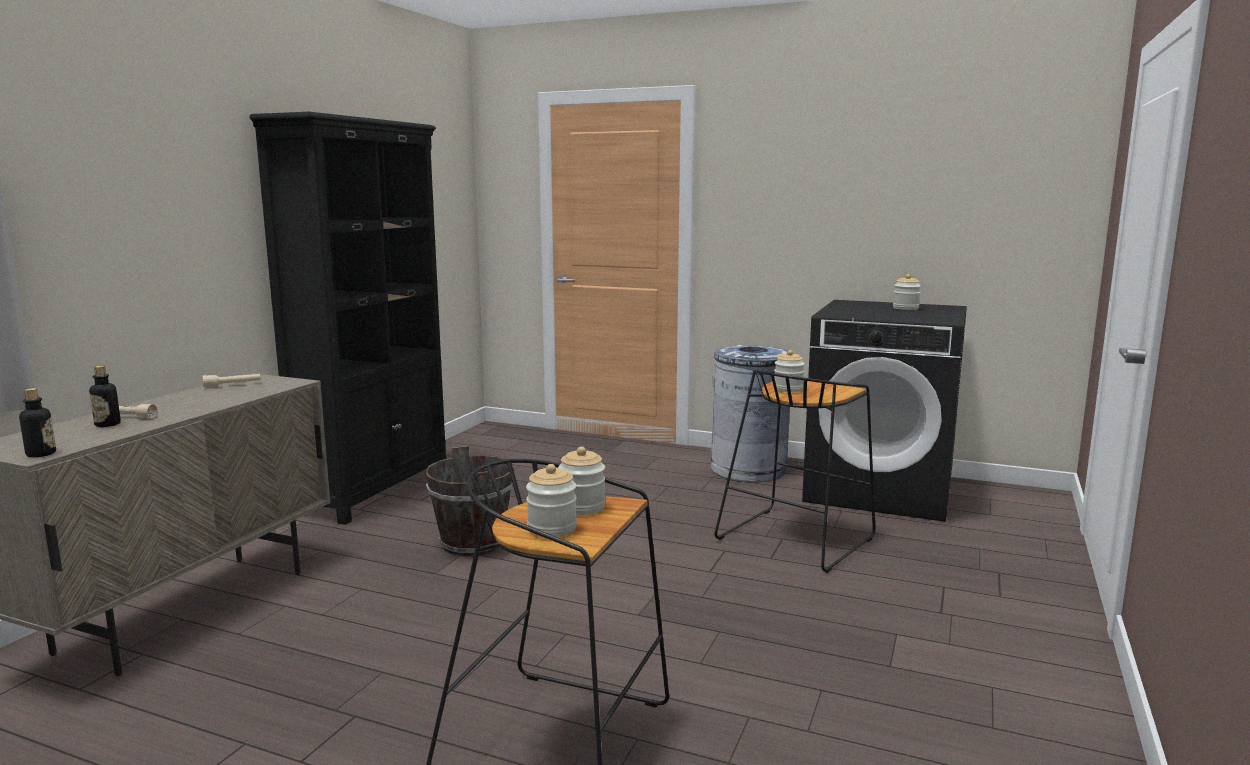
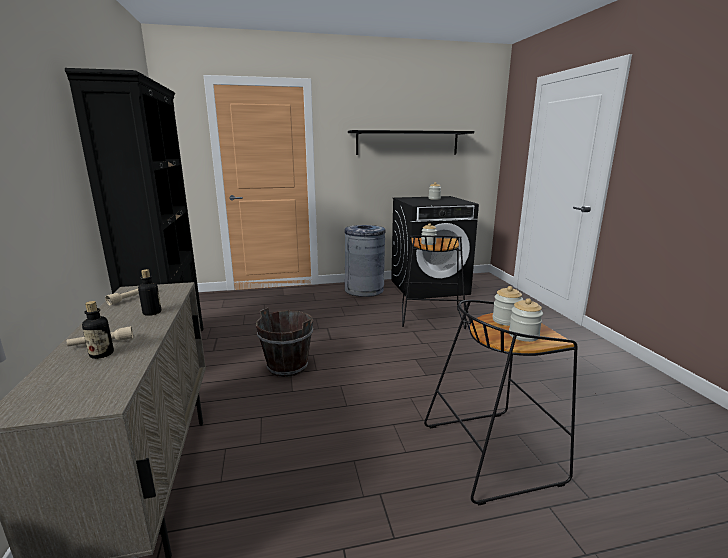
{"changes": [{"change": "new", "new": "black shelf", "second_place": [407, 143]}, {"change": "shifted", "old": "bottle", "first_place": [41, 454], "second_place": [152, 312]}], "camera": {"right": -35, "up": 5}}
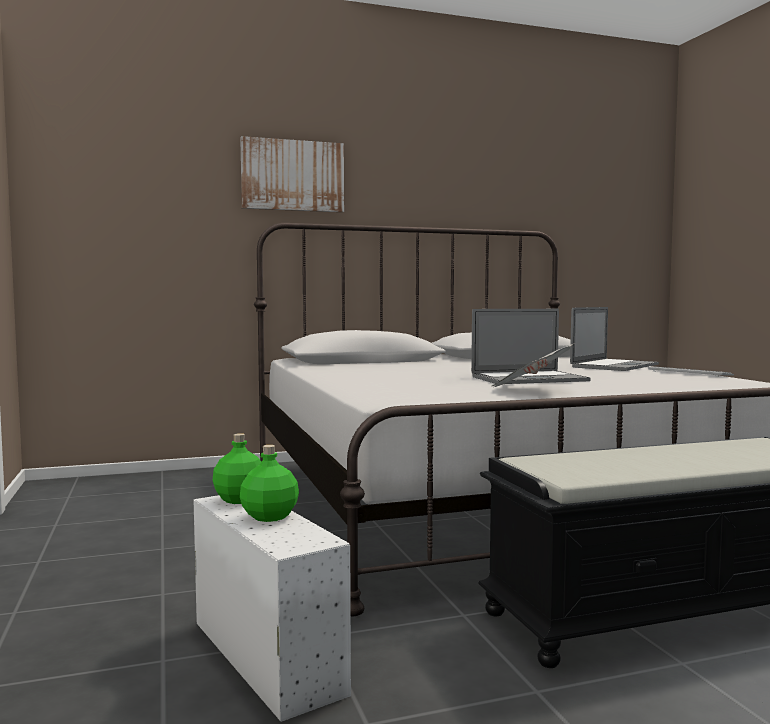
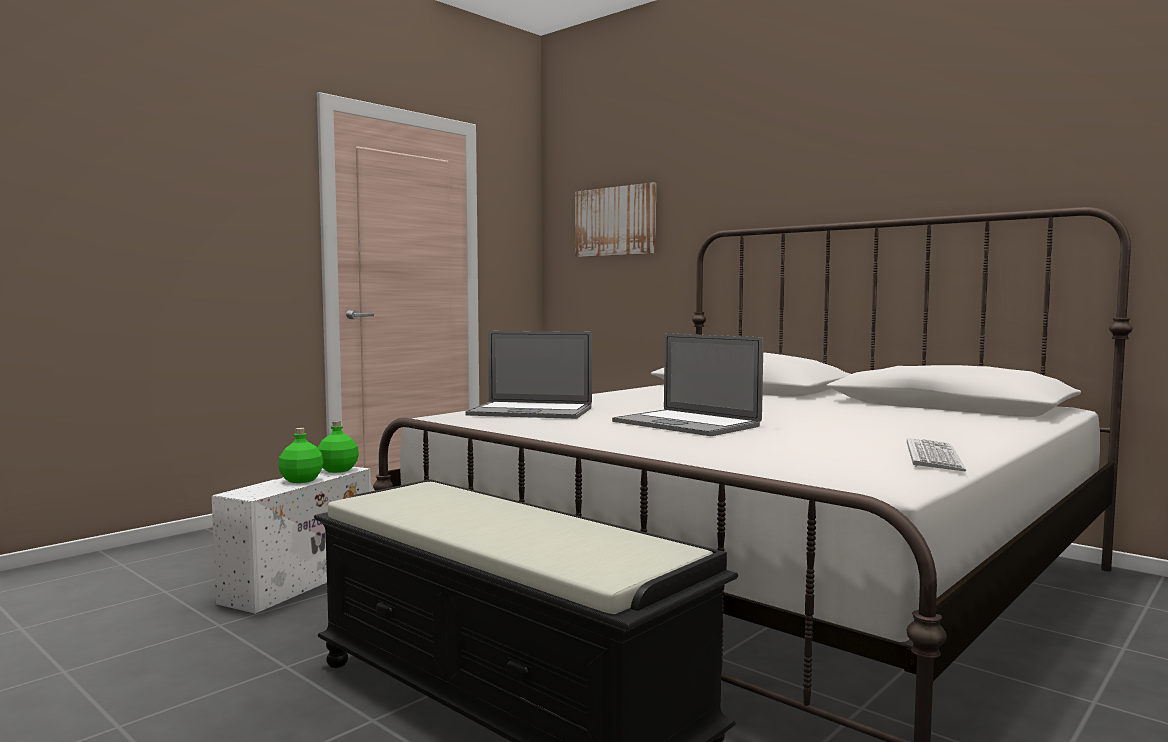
{"changes": [{"change": "gone", "old": "newspaper", "first_place": [529, 390]}, {"change": "shifted", "old": "picture", "first_place": [292, 175], "second_place": [615, 221]}, {"change": "shifted", "old": "laptop", "first_place": [614, 366], "second_place": [530, 412]}], "camera": {"right": 60, "up": 0}}
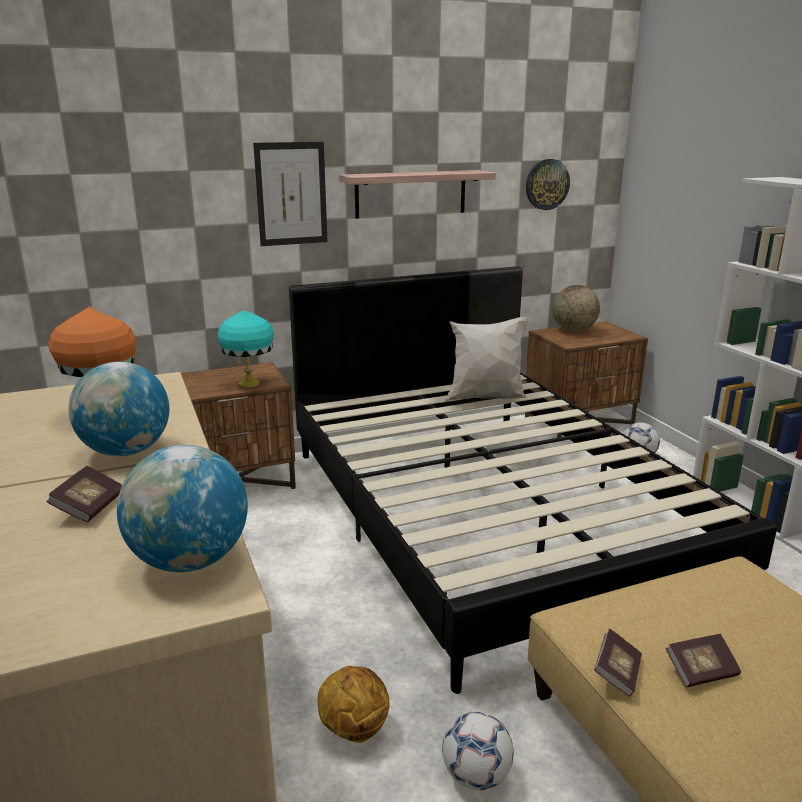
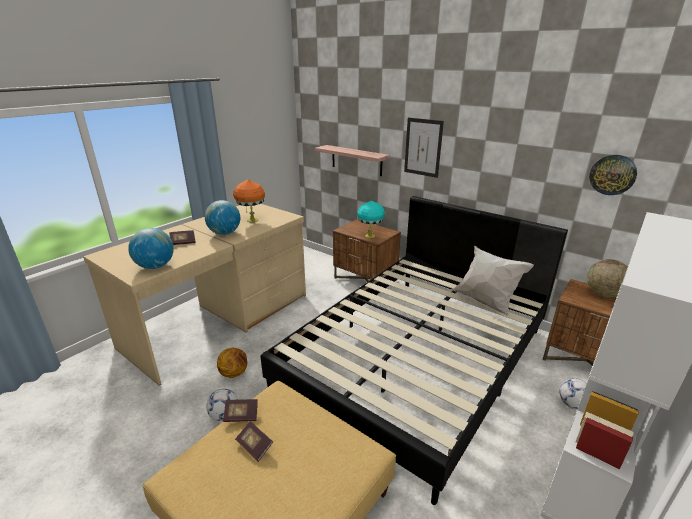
{"changes": [{"change": "shifted", "old": "shelf", "first_place": [411, 194], "second_place": [356, 160]}], "camera": {"right": 60, "up": 5}}
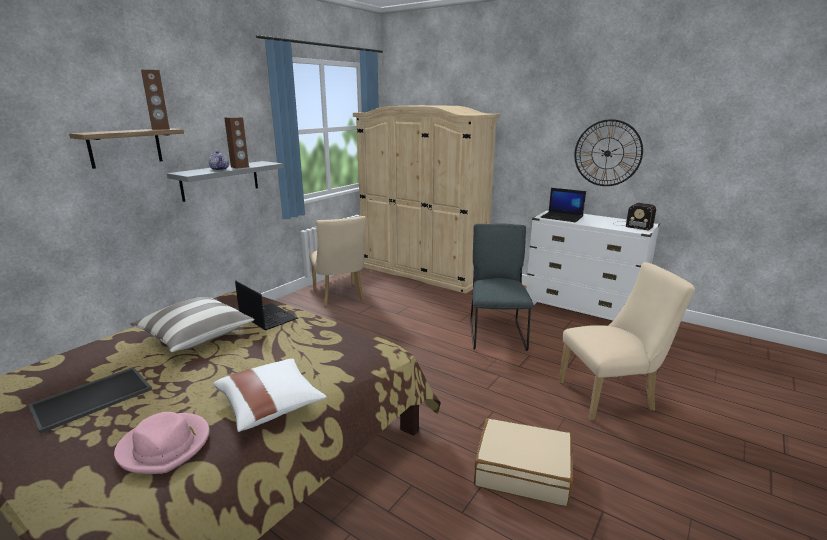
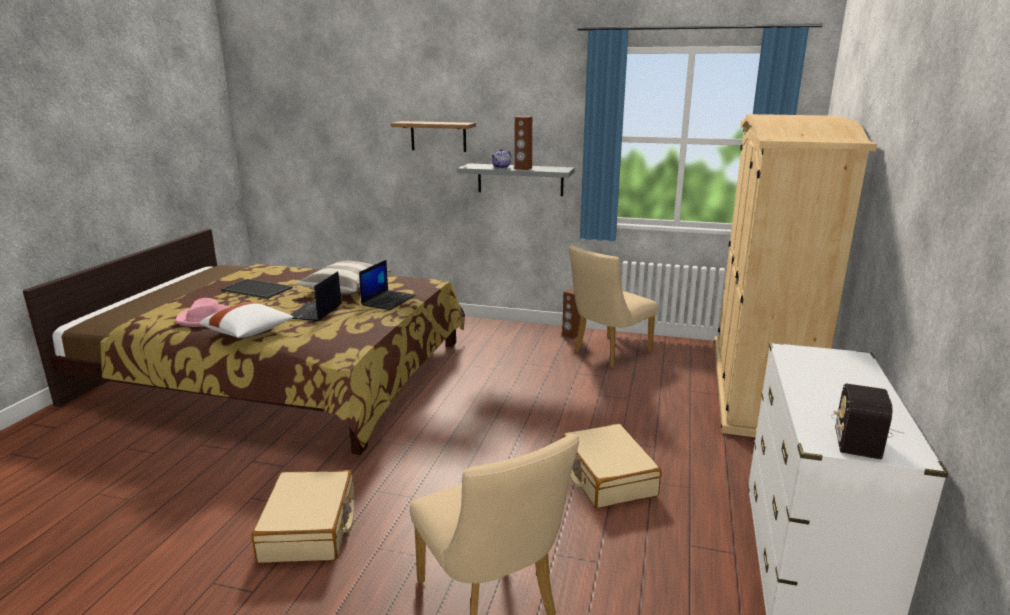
{"changes": [{"change": "gone", "old": "wall clock", "first_place": [607, 153]}, {"change": "shifted", "old": "brown speaker", "first_place": [160, 129], "second_place": [570, 335]}, {"change": "shifted", "old": "laptop", "first_place": [562, 217], "second_place": [315, 312]}, {"change": "swapped", "old": "grey chair", "new": "beige suitcase", "first_place": [496, 334], "second_place": [607, 477]}], "camera": {"right": 70, "up": 0}}
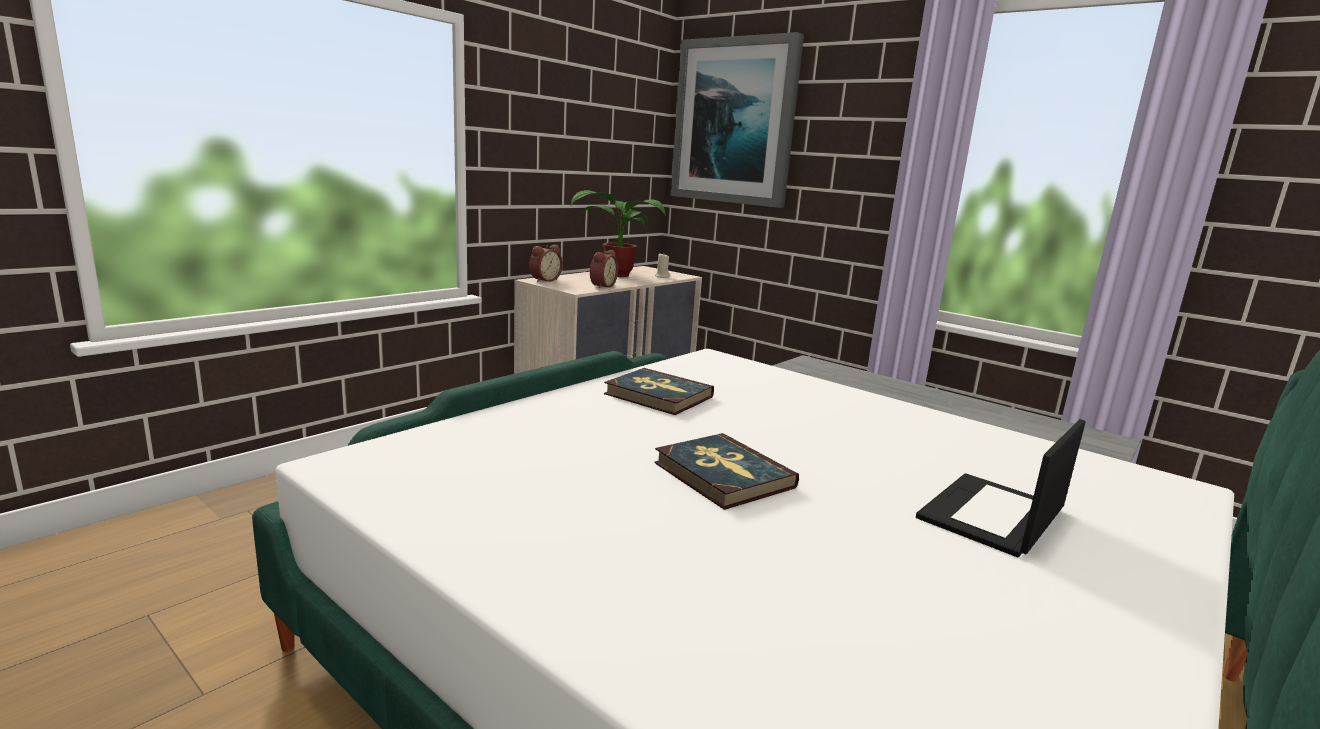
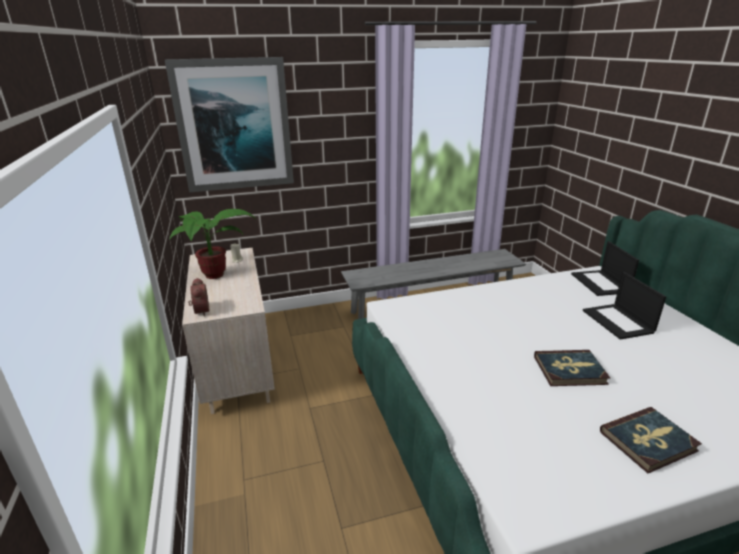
{"changes": [{"change": "gone", "old": "alarm clock", "first_place": [601, 286]}, {"change": "new", "new": "laptop", "second_place": [600, 283]}, {"change": "shifted", "old": "book", "first_place": [658, 395], "second_place": [648, 441]}], "camera": {"right": -55, "up": 10}}
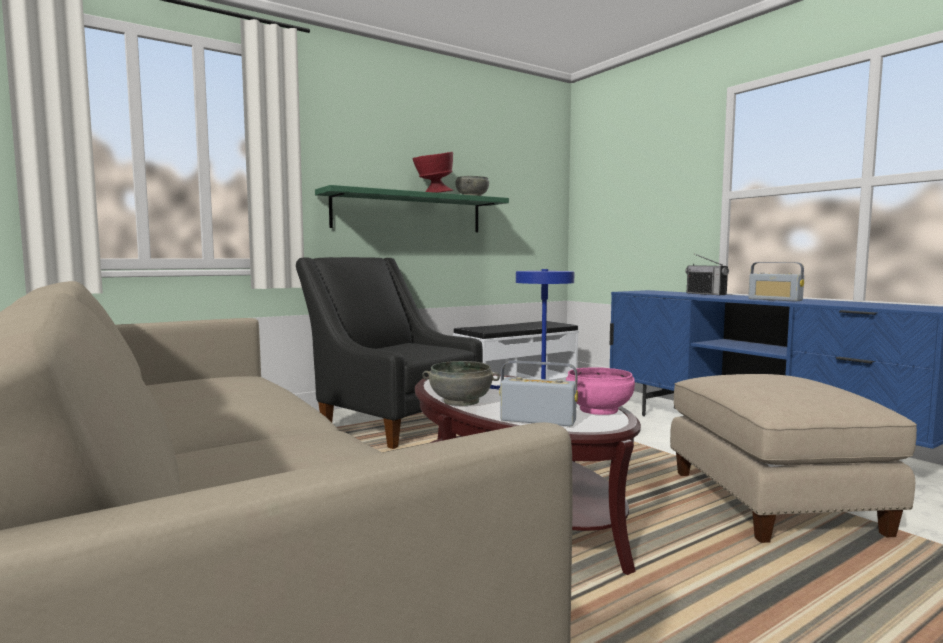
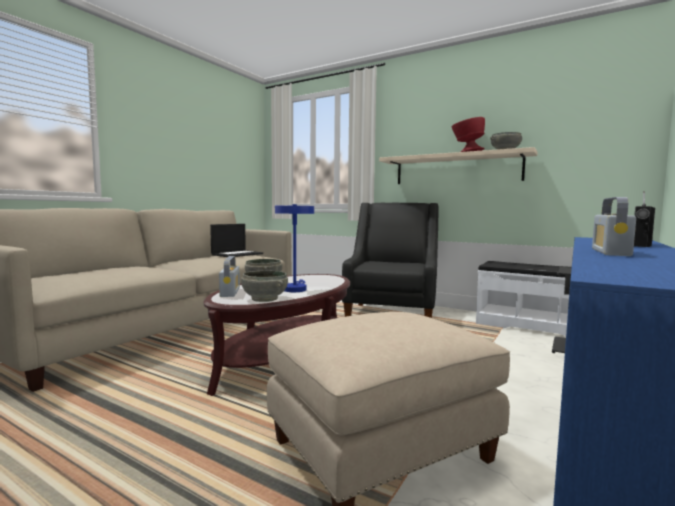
{"changes": [{"change": "new", "new": "laptop", "second_place": [237, 254]}, {"change": "repainted", "old": "green shelf", "new": "beige shelf", "first_place": [409, 213], "second_place": [456, 169]}, {"change": "repainted", "old": "pink bowl", "new": "grey bowl", "first_place": [599, 410], "second_place": [264, 299]}], "camera": {"right": 65, "up": 0}}
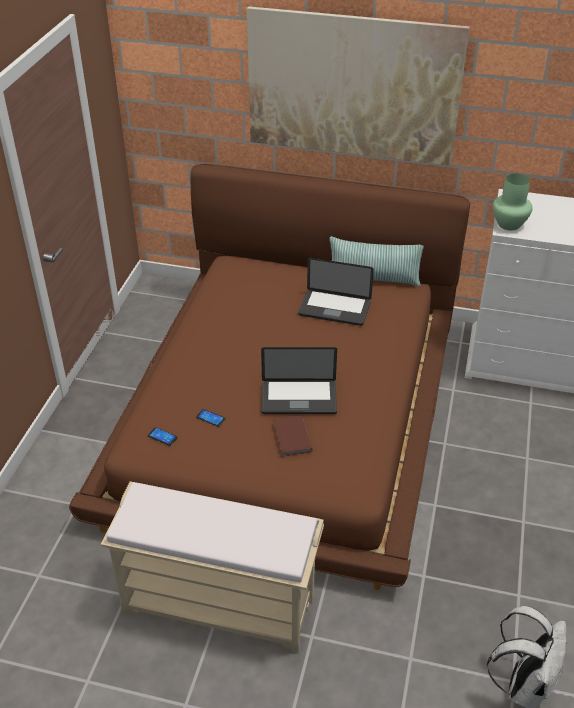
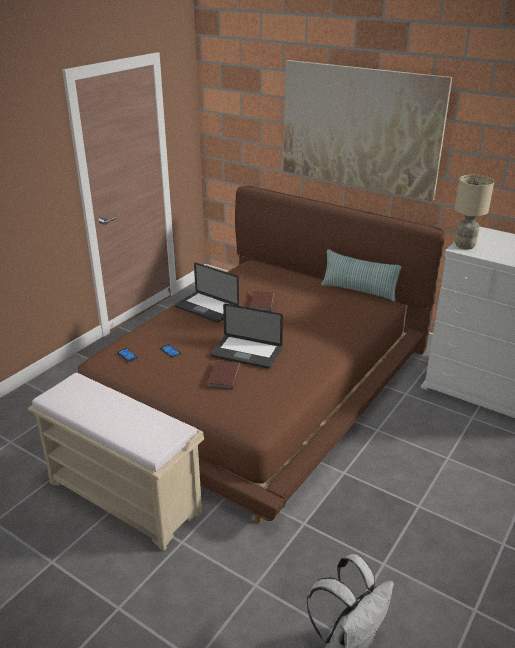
{"changes": [{"change": "new", "new": "brown book", "second_place": [261, 303]}, {"change": "shifted", "old": "laptop", "first_place": [334, 309], "second_place": [206, 308]}, {"change": "swapped", "old": "green vase", "new": "beige table lamp", "first_place": [508, 224], "second_place": [464, 246]}], "camera": {"right": 20, "up": -10}}
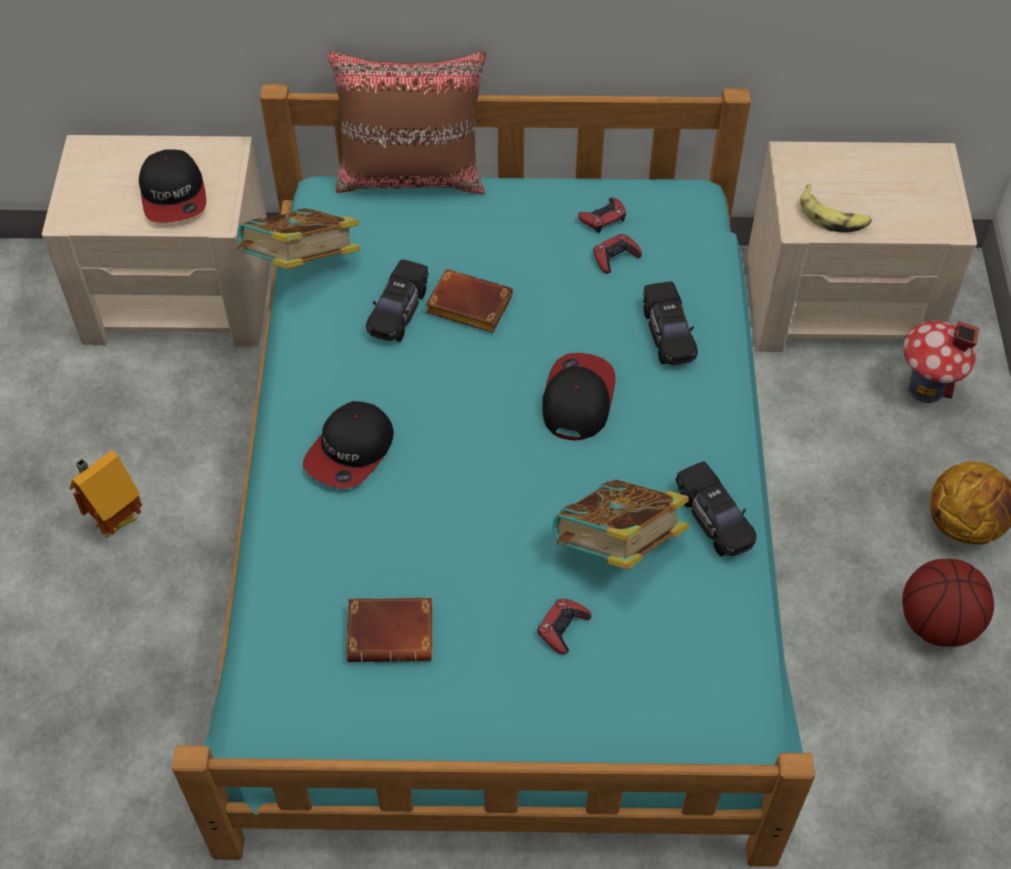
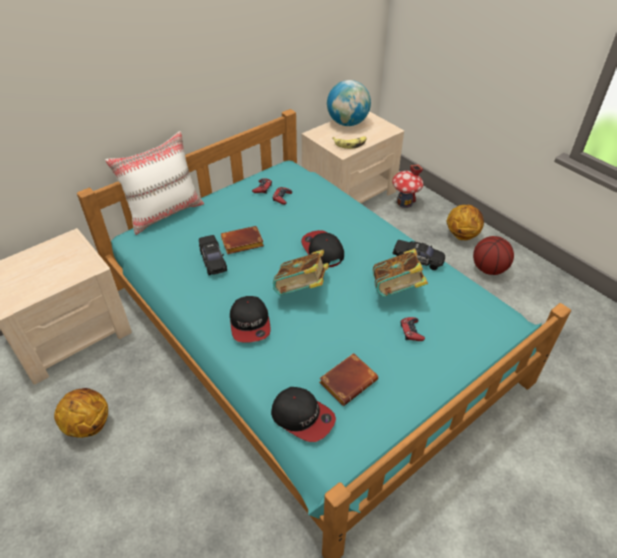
{"changes": [{"change": "gone", "old": "toy house", "first_place": [114, 520]}, {"change": "gone", "old": "black toy car", "first_place": [668, 333]}, {"change": "new", "new": "basketball", "second_place": [88, 425]}, {"change": "new", "new": "globe", "second_place": [347, 123]}, {"change": "shifted", "old": "cap", "first_place": [174, 195], "second_place": [303, 417]}, {"change": "shifted", "old": "book", "first_place": [301, 265], "second_place": [301, 290]}, {"change": "repainted", "old": "brown pillow", "new": "white pillow", "first_place": [412, 176], "second_place": [165, 213]}], "camera": {"right": -40, "up": -10}}
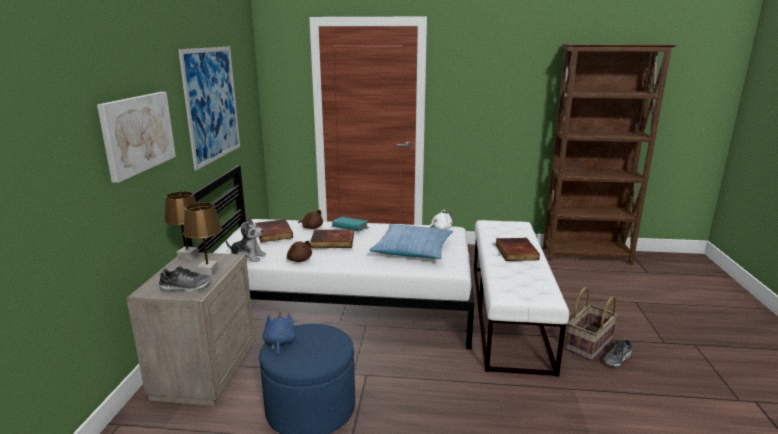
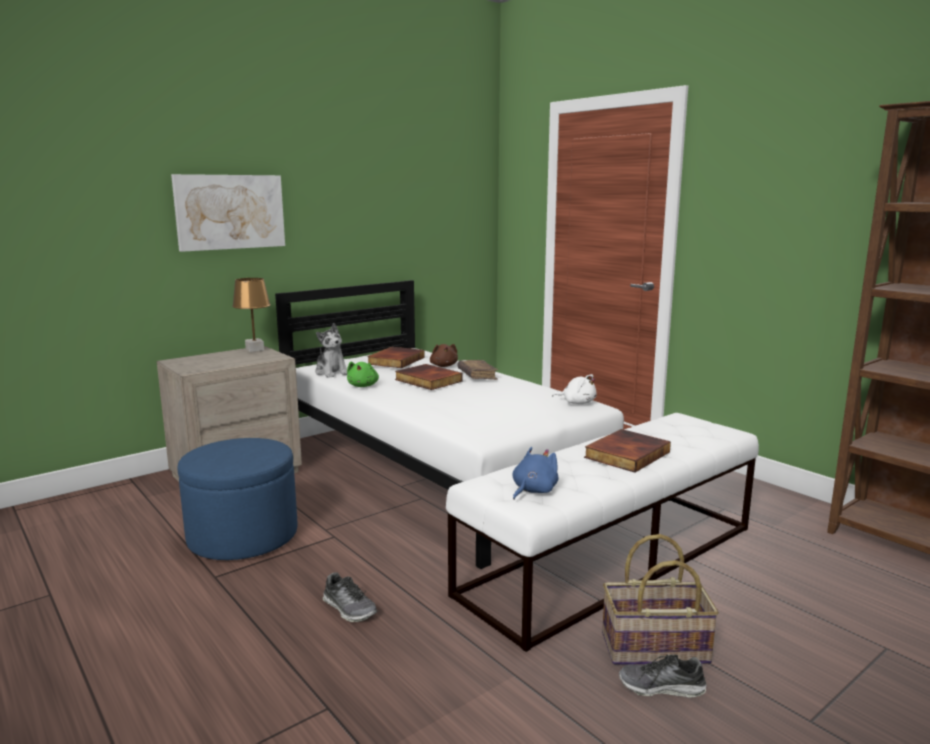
{"changes": [{"change": "gone", "old": "picture", "first_place": [212, 104]}, {"change": "gone", "old": "brown table lamp", "first_place": [208, 272]}, {"change": "gone", "old": "pillow", "first_place": [412, 250]}, {"change": "shifted", "old": "shoe", "first_place": [185, 287], "second_place": [349, 609]}, {"change": "shifted", "old": "blue plush toy", "first_place": [279, 343], "second_place": [533, 490]}, {"change": "repainted", "old": "brown plush toy", "new": "green plush toy", "first_place": [299, 260], "second_place": [363, 386]}, {"change": "repainted", "old": "turquoise book", "new": "brown book", "first_place": [350, 228], "second_place": [477, 376]}], "camera": {"right": 45, "up": -5}}
